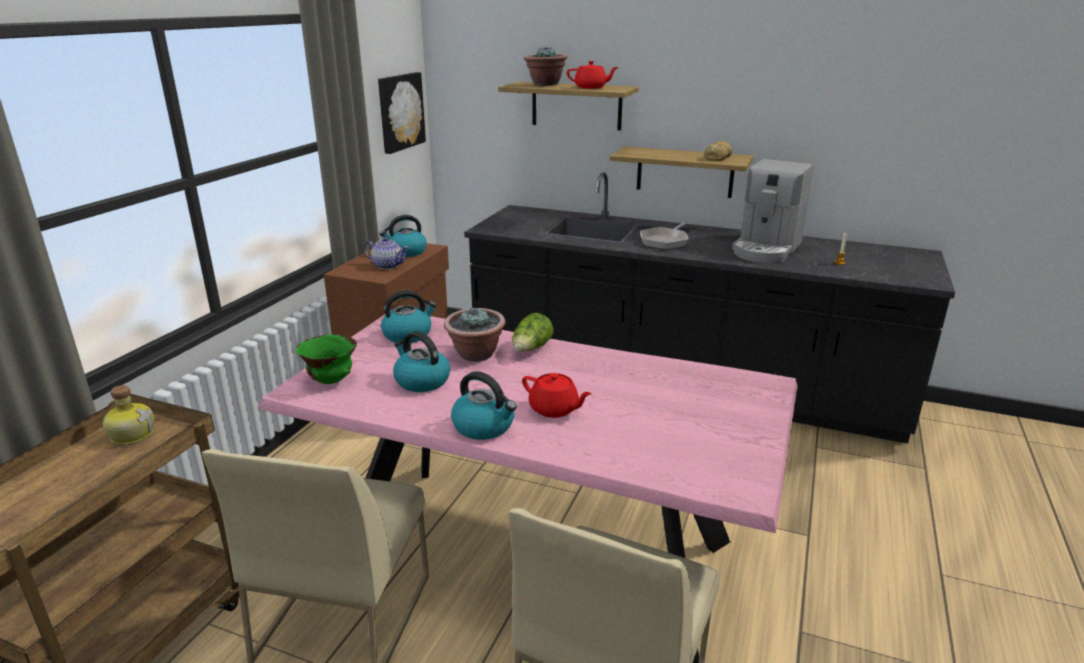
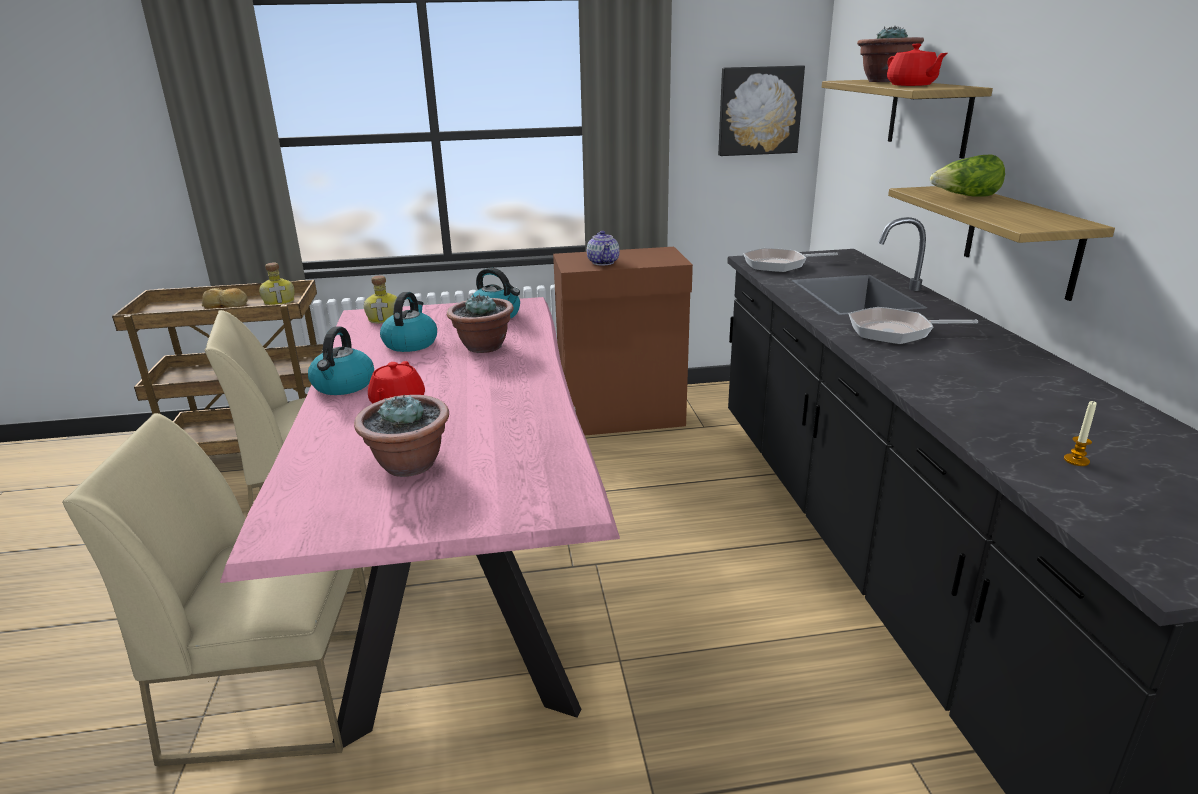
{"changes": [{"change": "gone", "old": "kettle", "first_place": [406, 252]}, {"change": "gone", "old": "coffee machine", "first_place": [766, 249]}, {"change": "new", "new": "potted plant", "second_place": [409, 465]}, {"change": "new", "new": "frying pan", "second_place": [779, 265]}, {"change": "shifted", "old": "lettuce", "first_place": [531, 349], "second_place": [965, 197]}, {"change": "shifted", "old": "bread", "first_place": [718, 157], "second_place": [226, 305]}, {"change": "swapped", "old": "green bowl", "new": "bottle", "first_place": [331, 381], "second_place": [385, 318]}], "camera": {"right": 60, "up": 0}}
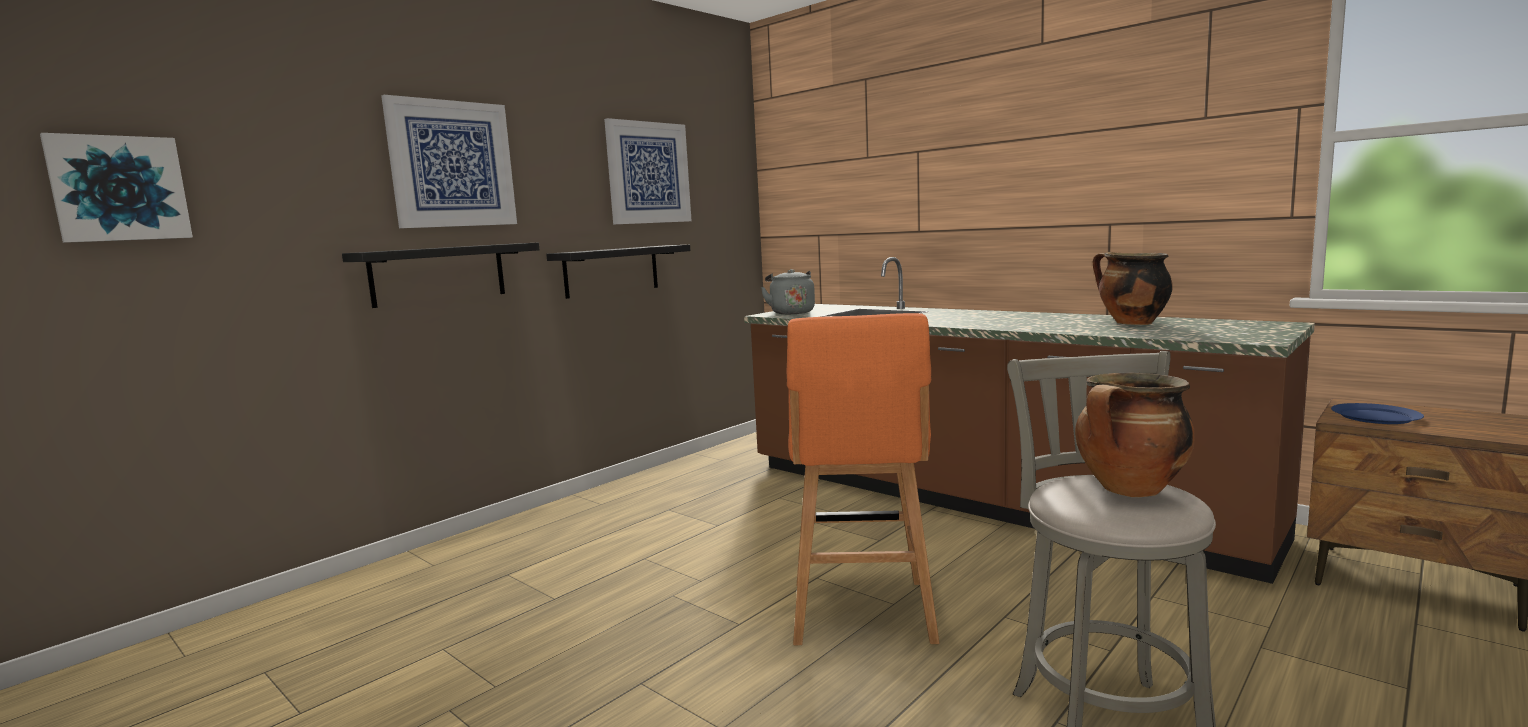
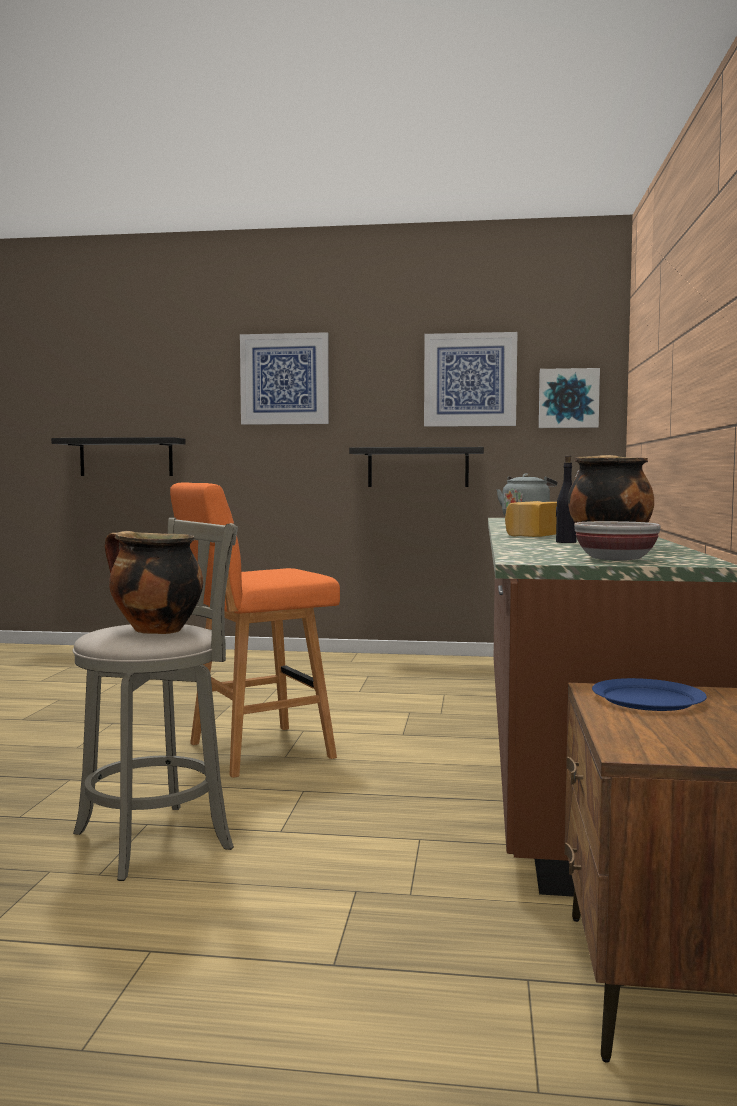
{"changes": [{"change": "new", "new": "bread", "second_place": [533, 535]}, {"change": "new", "new": "black bottle", "second_place": [565, 542]}, {"change": "new", "new": "bowl", "second_place": [616, 559]}, {"change": "shifted", "old": "picture", "first_place": [119, 189], "second_place": [568, 398]}, {"change": "shifted", "old": "black shelf", "first_place": [439, 274], "second_place": [126, 457]}], "camera": {"right": 55, "up": -5}}
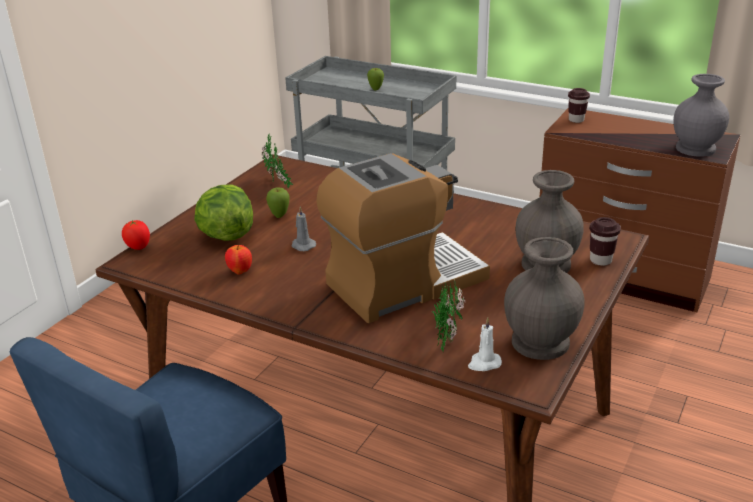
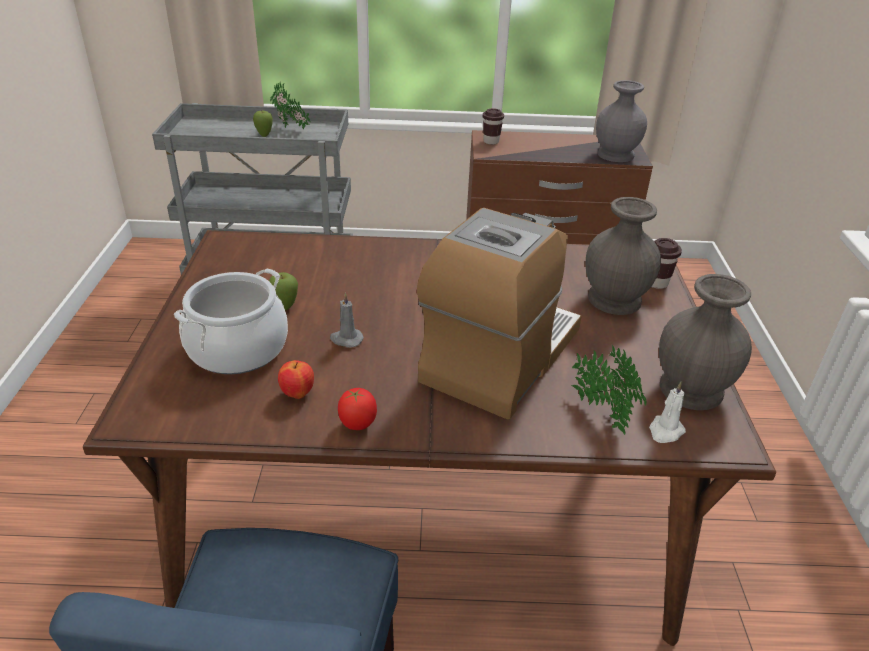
{"changes": [{"change": "shifted", "old": "tomato", "first_place": [139, 247], "second_place": [357, 425]}, {"change": "shifted", "old": "potted plant", "first_place": [278, 185], "second_place": [291, 129]}, {"change": "swapped", "old": "lettuce", "new": "cooking pot", "first_place": [226, 235], "second_place": [238, 349]}], "camera": {"right": -30, "up": 5}}
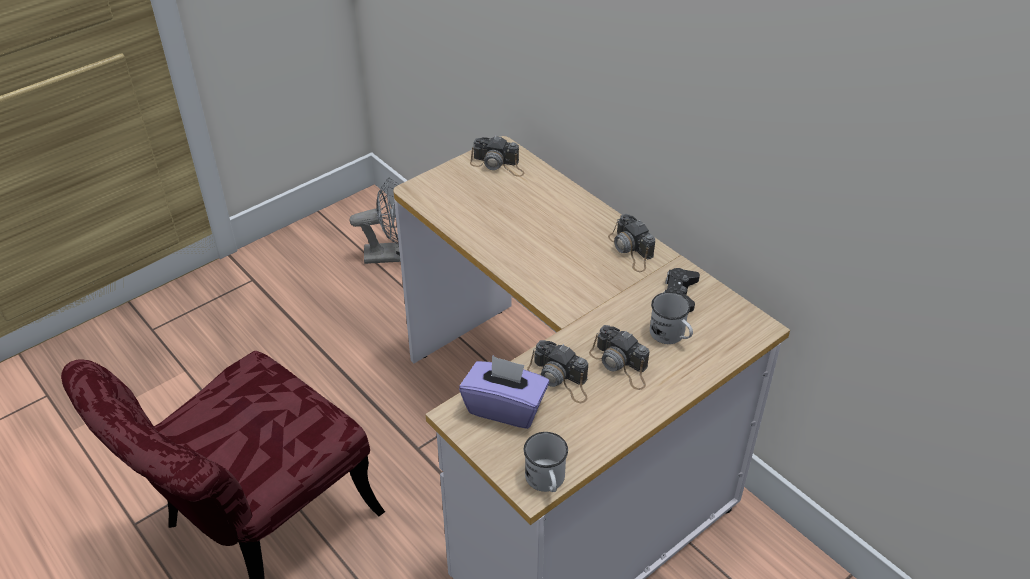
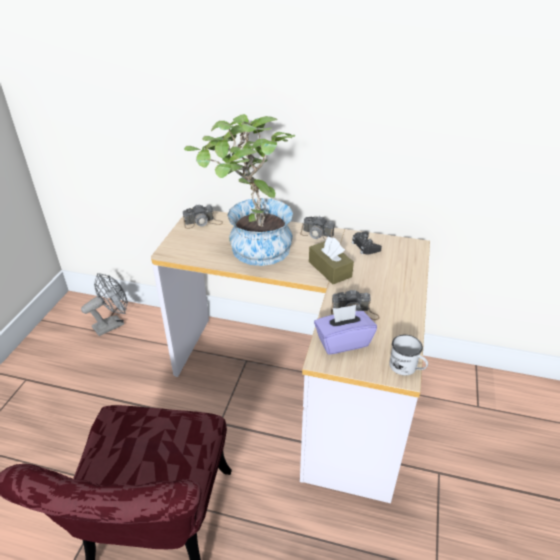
{"changes": [{"change": "gone", "old": "photo camera", "first_place": [620, 365]}, {"change": "gone", "old": "white mug", "first_place": [671, 335]}, {"change": "new", "new": "potted plant", "second_place": [251, 249]}, {"change": "new", "new": "brown tissue box", "second_place": [330, 269]}], "camera": {"right": -35, "up": -5}}
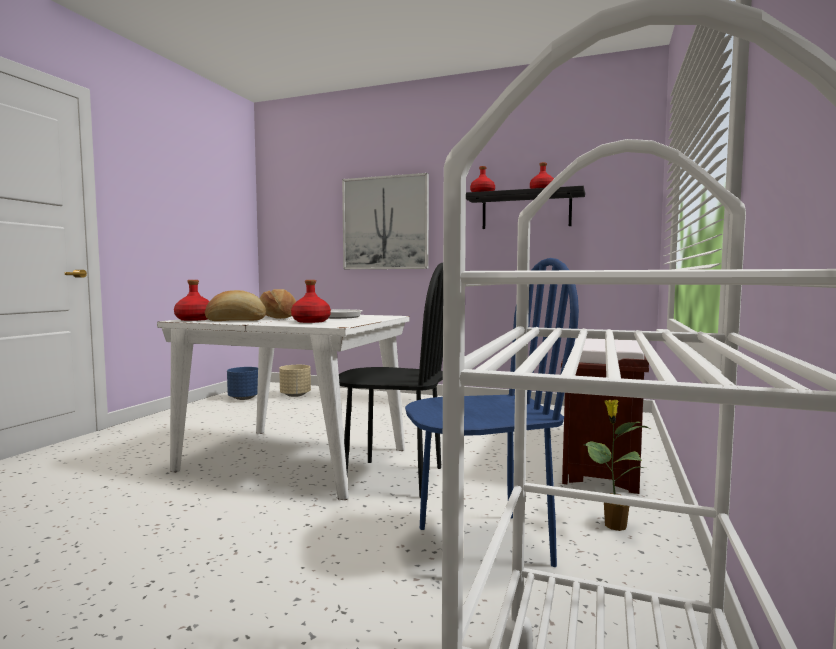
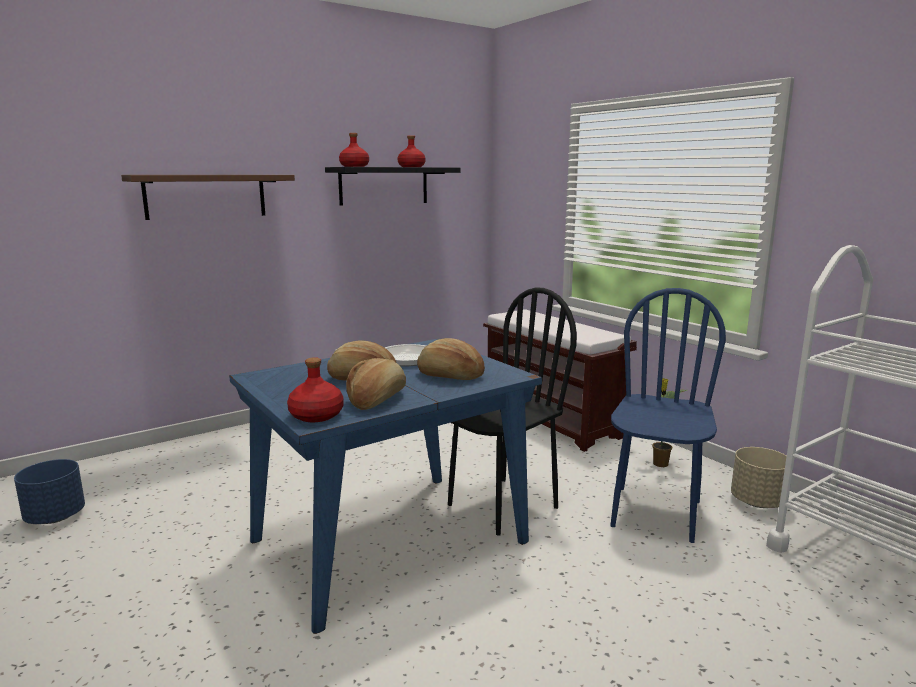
{"changes": [{"change": "shifted", "old": "beige planter", "first_place": [295, 395], "second_place": [757, 502]}, {"change": "swapped", "old": "red bottle", "new": "bread", "first_place": [311, 321], "second_place": [450, 375]}, {"change": "swapped", "old": "picture", "new": "brown shelf", "first_place": [385, 223], "second_place": [206, 196]}, {"change": "repainted", "old": "white dining table", "new": "blue dining table", "first_place": [296, 460], "second_place": [391, 540]}], "camera": {"right": -55, "up": 10}}
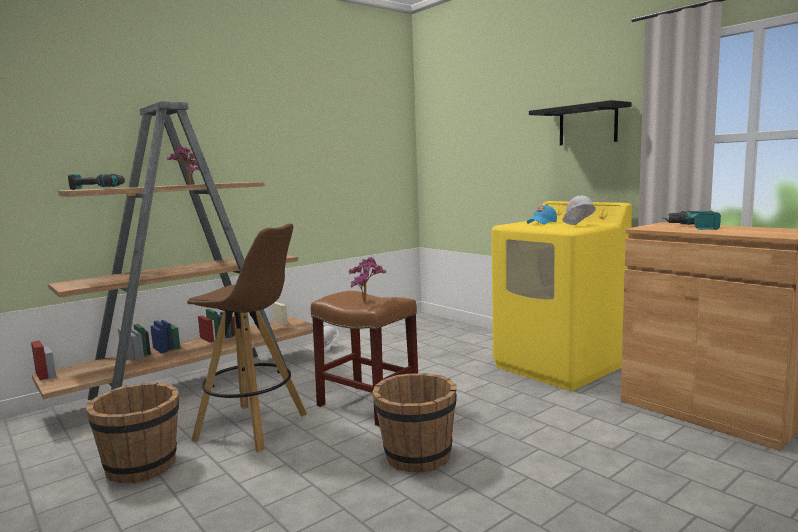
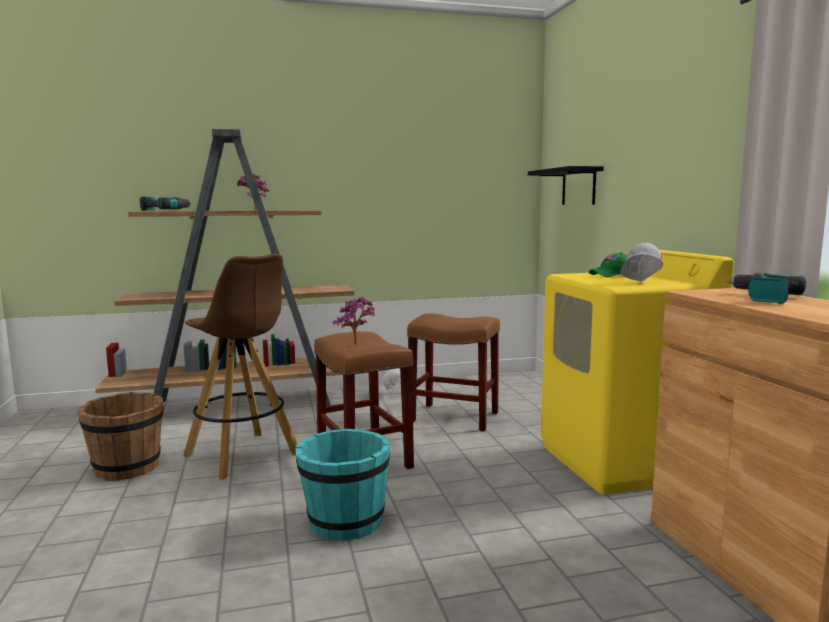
{"changes": [{"change": "new", "new": "brown stool", "second_place": [455, 417]}, {"change": "shifted", "old": "black shelf", "first_place": [588, 125], "second_place": [578, 186]}, {"change": "repainted", "old": "brown bucket", "new": "turquoise bucket", "first_place": [417, 456], "second_place": [345, 522]}, {"change": "repainted", "old": "blue cap", "new": "green cap", "first_place": [542, 223], "second_place": [611, 275]}], "camera": {"right": 25, "up": 0}}
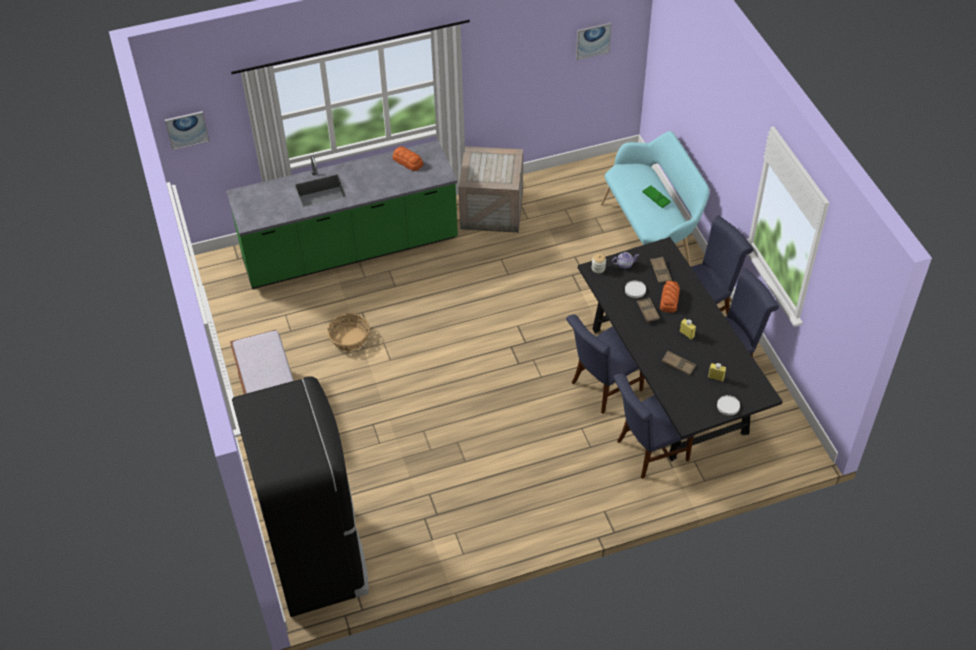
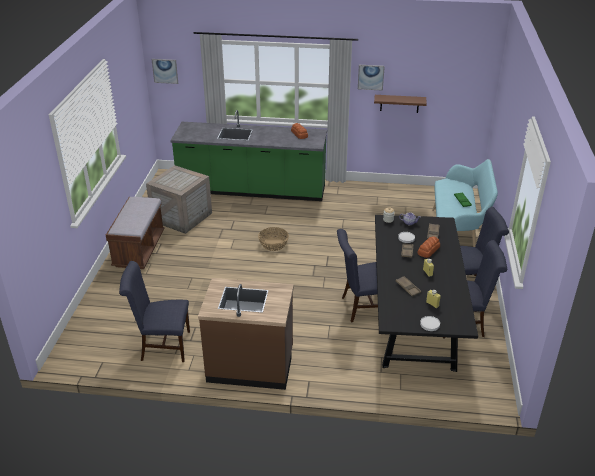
{"changes": [{"change": "gone", "old": "black fridge", "first_place": [317, 554]}, {"change": "new", "new": "brown counter", "second_place": [250, 365]}, {"change": "new", "new": "brown shelf", "second_place": [399, 103]}, {"change": "shifted", "old": "basket", "first_place": [349, 339], "second_place": [273, 244]}, {"change": "shifted", "old": "crate", "first_place": [493, 209], "second_place": [183, 217]}, {"change": "shifted", "old": "picture", "first_place": [593, 40], "second_place": [370, 77]}, {"change": "shifted", "old": "blue chair", "first_place": [648, 452], "second_place": [162, 346]}], "camera": {"right": 25, "up": -15}}
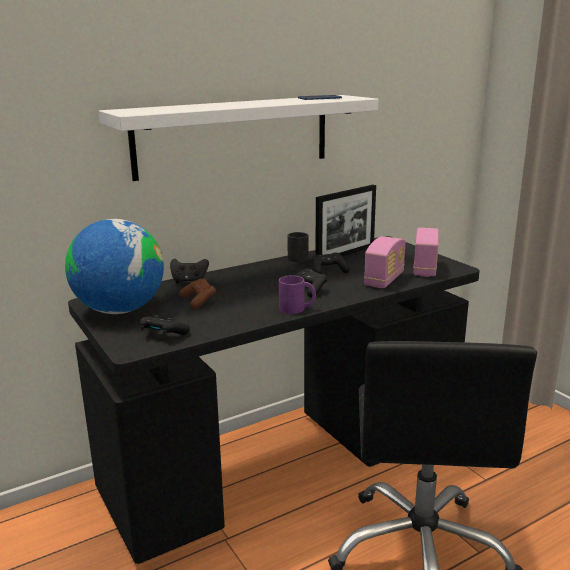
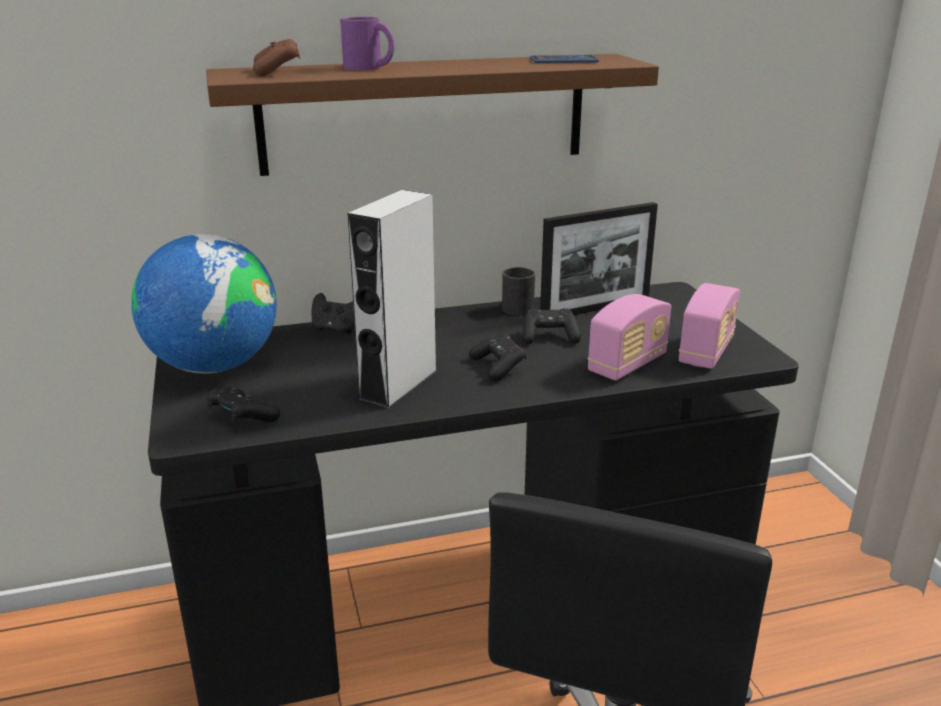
{"changes": [{"change": "new", "new": "grey speaker", "second_place": [398, 384]}, {"change": "shifted", "old": "brown game controller", "first_place": [199, 301], "second_place": [277, 71]}, {"change": "shifted", "old": "purple mug", "first_place": [297, 308], "second_place": [369, 67]}, {"change": "repainted", "old": "white shelf", "new": "brown shelf", "first_place": [234, 135], "second_place": [425, 113]}], "camera": {"right": 15, "up": 5}}
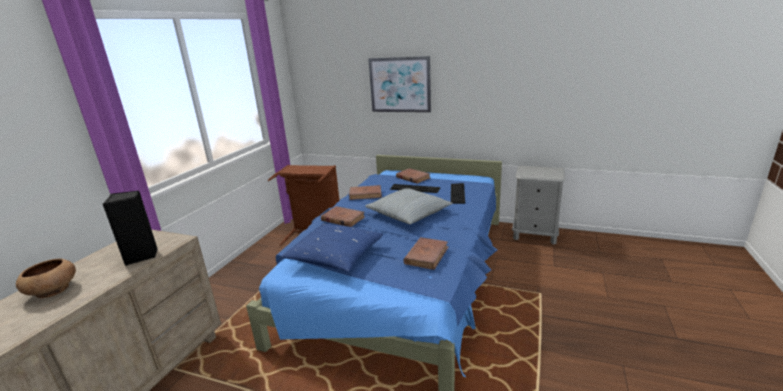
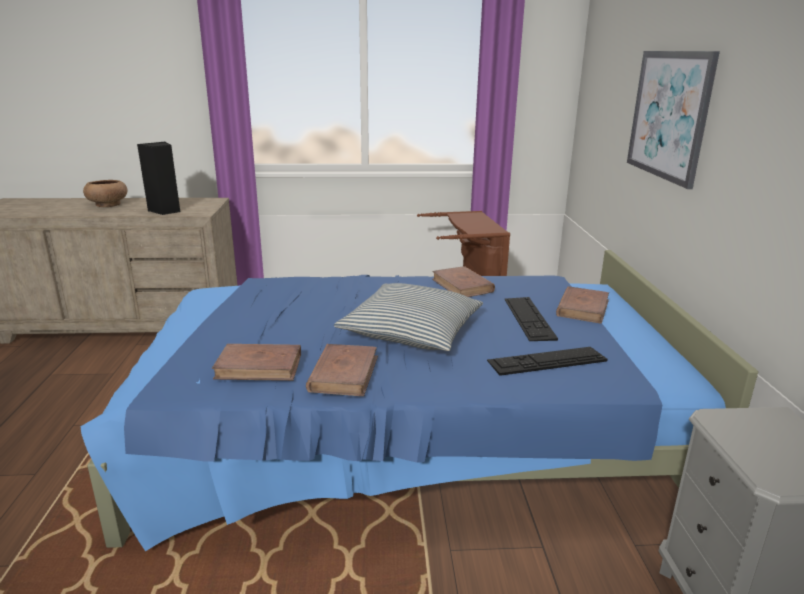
{"changes": [{"change": "gone", "old": "blue pillow", "first_place": [335, 256]}, {"change": "shifted", "old": "brown book", "first_place": [343, 219], "second_place": [344, 373]}], "camera": {"right": 65, "up": 0}}
